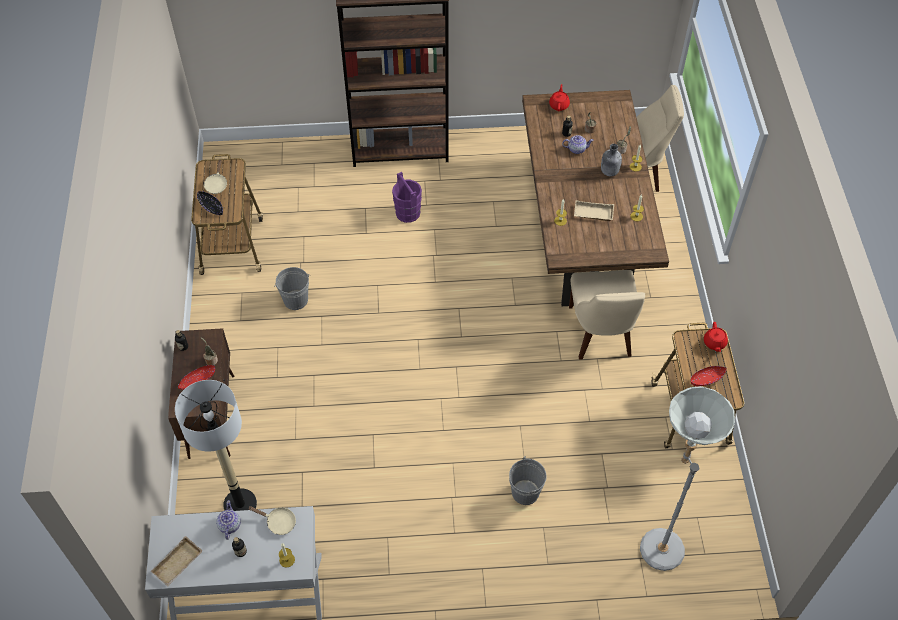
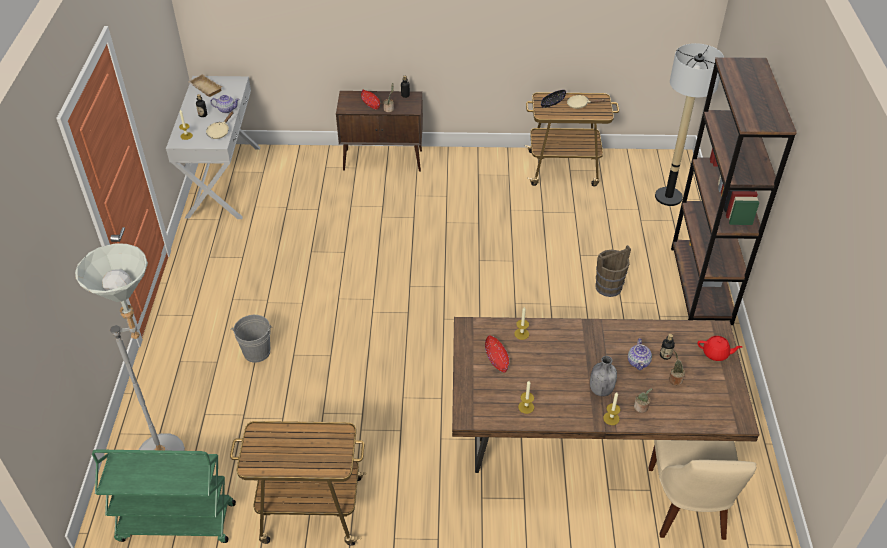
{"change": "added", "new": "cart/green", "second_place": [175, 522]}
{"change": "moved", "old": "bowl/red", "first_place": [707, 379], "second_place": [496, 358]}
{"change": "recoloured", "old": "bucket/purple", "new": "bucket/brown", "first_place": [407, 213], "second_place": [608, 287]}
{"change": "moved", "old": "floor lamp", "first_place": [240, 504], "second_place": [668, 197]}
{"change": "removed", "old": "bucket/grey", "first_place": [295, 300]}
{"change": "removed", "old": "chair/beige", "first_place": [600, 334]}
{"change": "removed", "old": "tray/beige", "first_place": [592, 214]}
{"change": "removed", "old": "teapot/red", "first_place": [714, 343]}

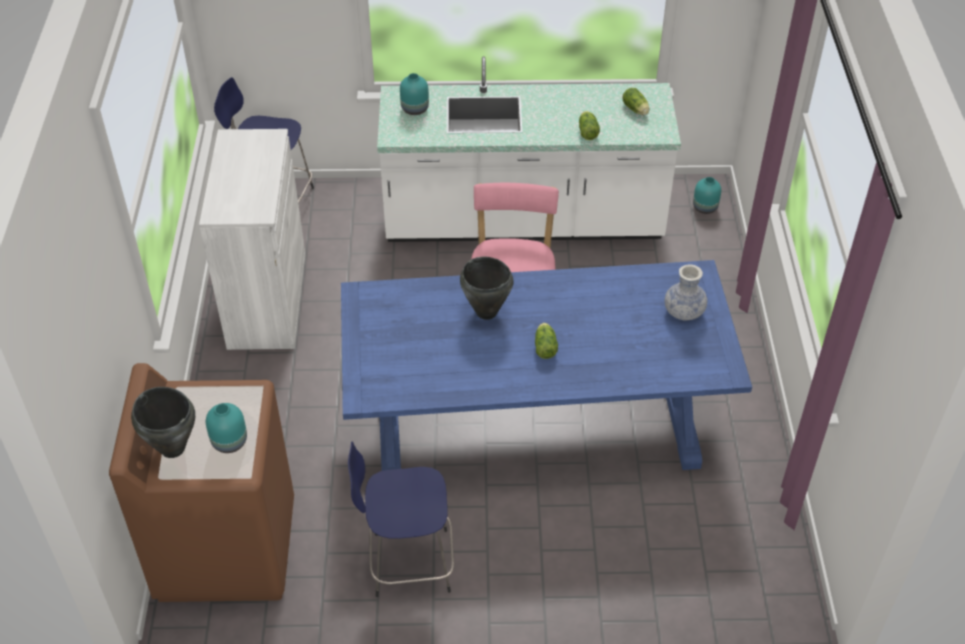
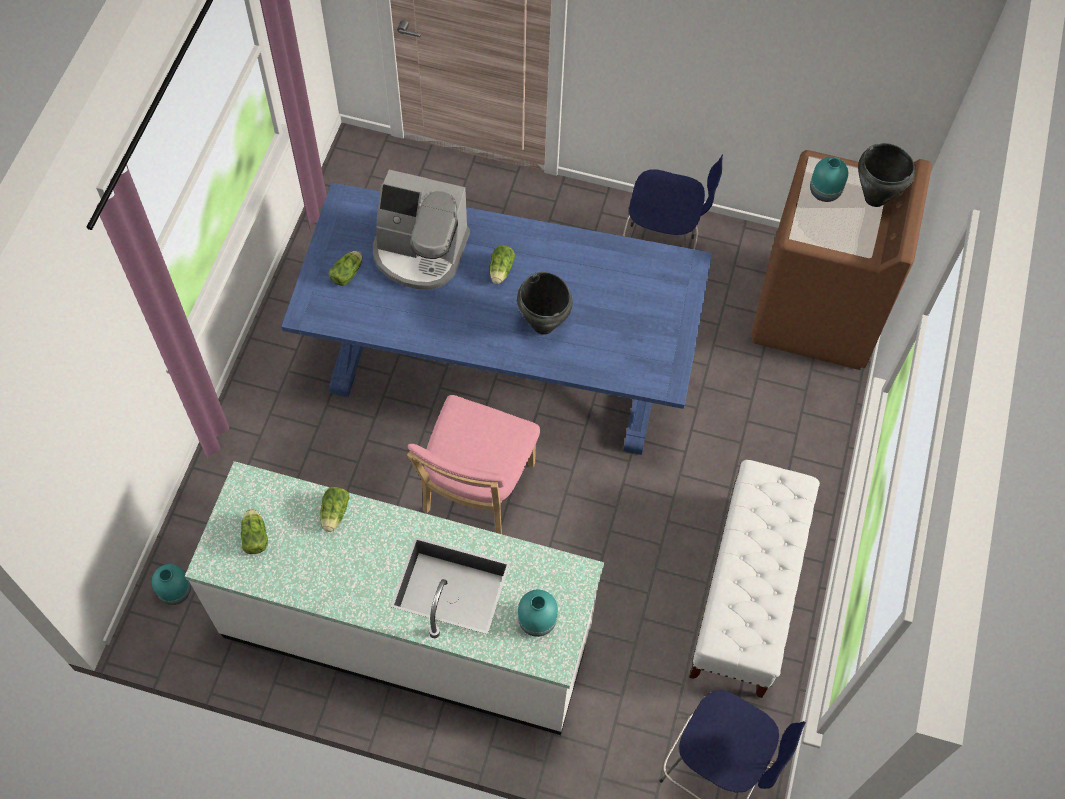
{"change": "replaced", "old": "vase", "new": "lettuce", "first_place": [684, 312], "second_place": [348, 272]}
{"change": "added", "new": "coffee machine", "second_place": [420, 252]}
{"change": "replaced", "old": "cabinet/white", "new": "bench/white", "first_place": [267, 300], "second_place": [746, 595]}

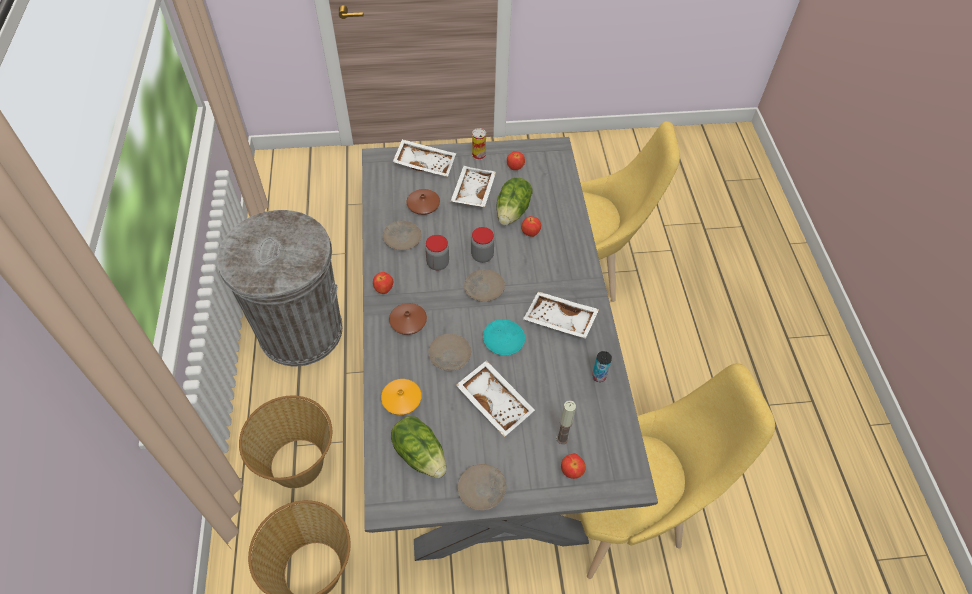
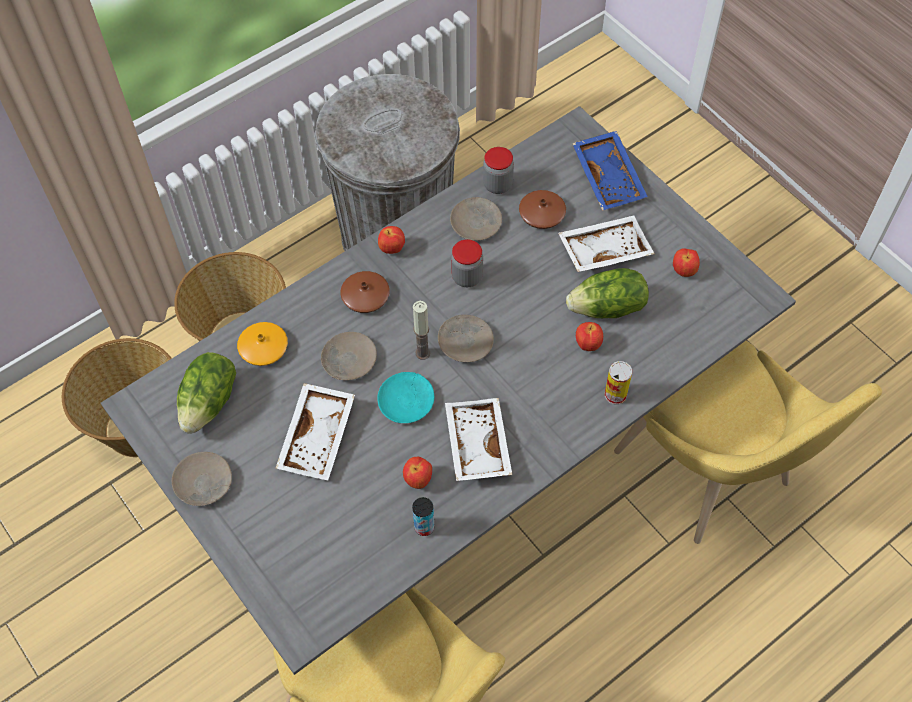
{"change": "moved", "old": "apple", "first_place": [571, 471], "second_place": [418, 480]}
{"change": "moved", "old": "candle", "first_place": [562, 438], "second_place": [422, 353]}
{"change": "moved", "old": "jar", "first_place": [482, 256], "second_place": [497, 185]}
{"change": "recoloured", "old": "tray/white", "new": "tray/blue", "first_place": [425, 163], "second_place": [609, 177]}
{"change": "moved", "old": "can", "first_place": [478, 155], "second_place": [615, 395]}

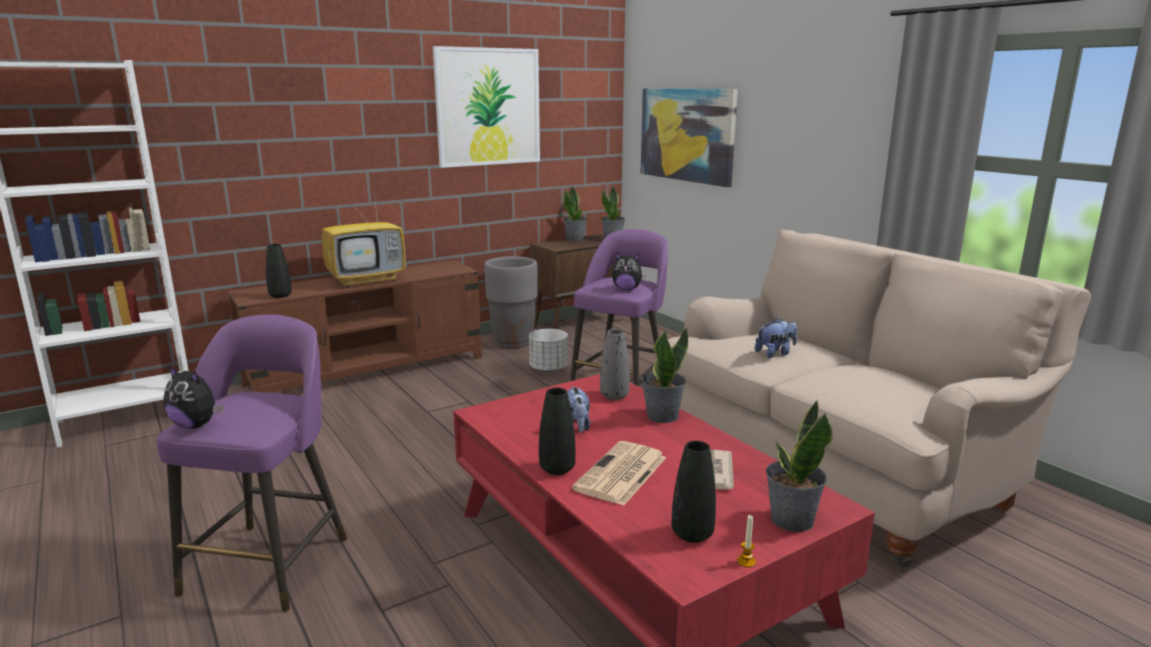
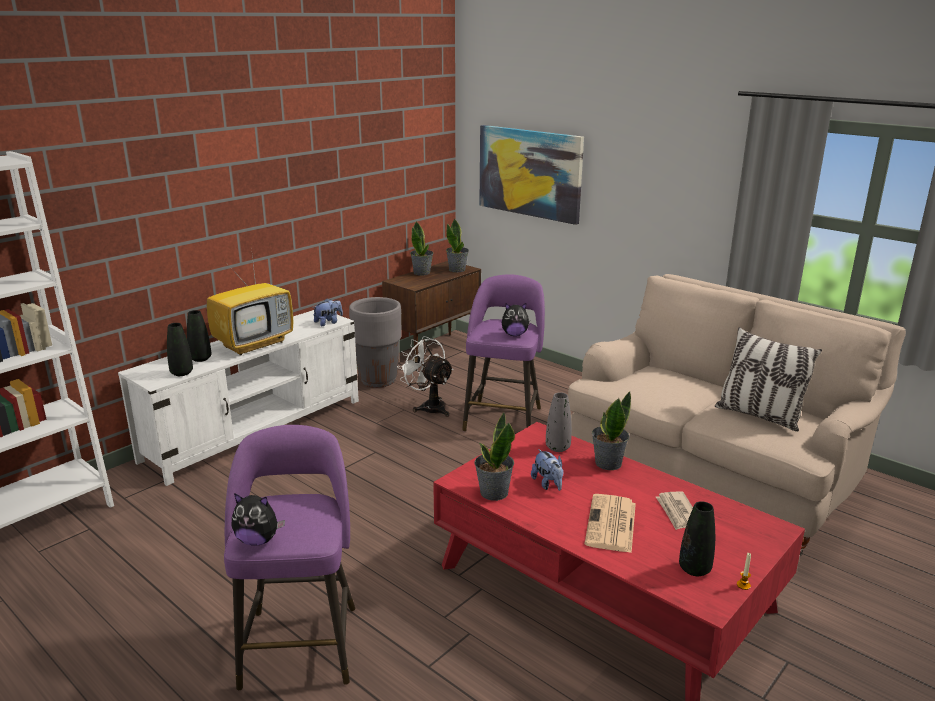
{"change": "recoloured", "old": "tv stand/brown", "new": "tv stand/white", "first_place": [368, 371], "second_place": [256, 429]}
{"change": "moved", "old": "vase/black", "first_place": [557, 469], "second_place": [200, 359]}
{"change": "moved", "old": "plush toy", "first_place": [775, 353], "second_place": [328, 322]}
{"change": "replaced", "old": "planter/white", "new": "fan/white", "first_place": [548, 369], "second_place": [429, 407]}
{"change": "moved", "old": "potted plant", "first_place": [791, 520], "second_place": [493, 492]}
{"change": "added", "new": "pillow", "second_place": [759, 416]}
{"change": "removed", "old": "picture", "first_place": [488, 107]}

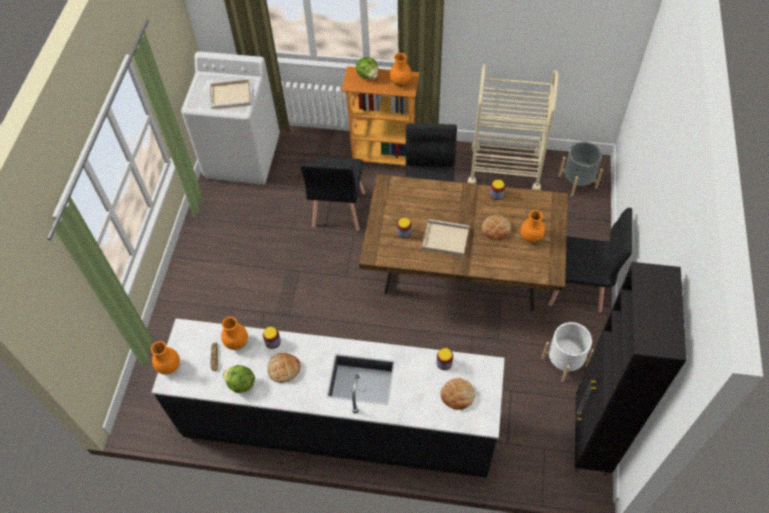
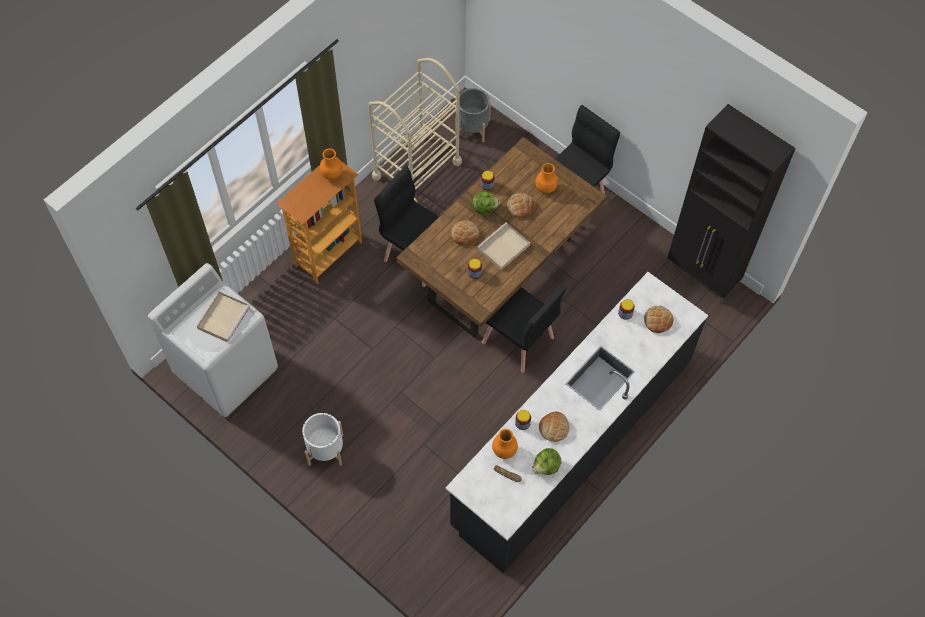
{"change": "moved", "old": "planter/white", "first_place": [564, 361], "second_place": [325, 449]}
{"change": "added", "new": "bread", "second_place": [464, 234]}
{"change": "moved", "old": "lettuce", "first_place": [368, 75], "second_place": [484, 208]}
{"change": "moved", "old": "chair/black", "first_place": [338, 209], "second_place": [518, 341]}
{"change": "removed", "old": "vase/orange", "first_place": [169, 366]}

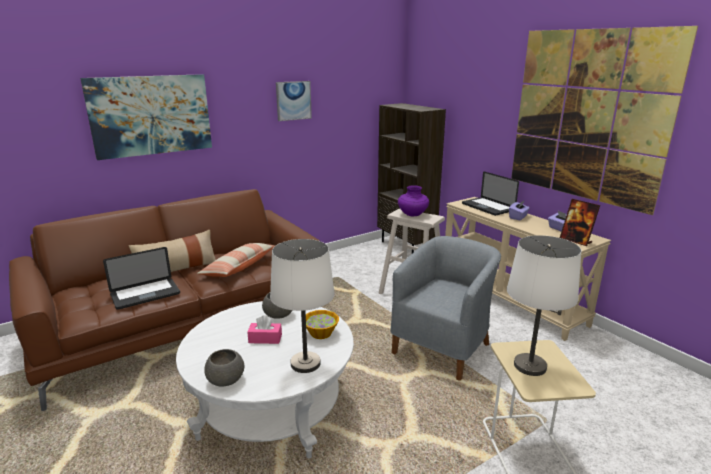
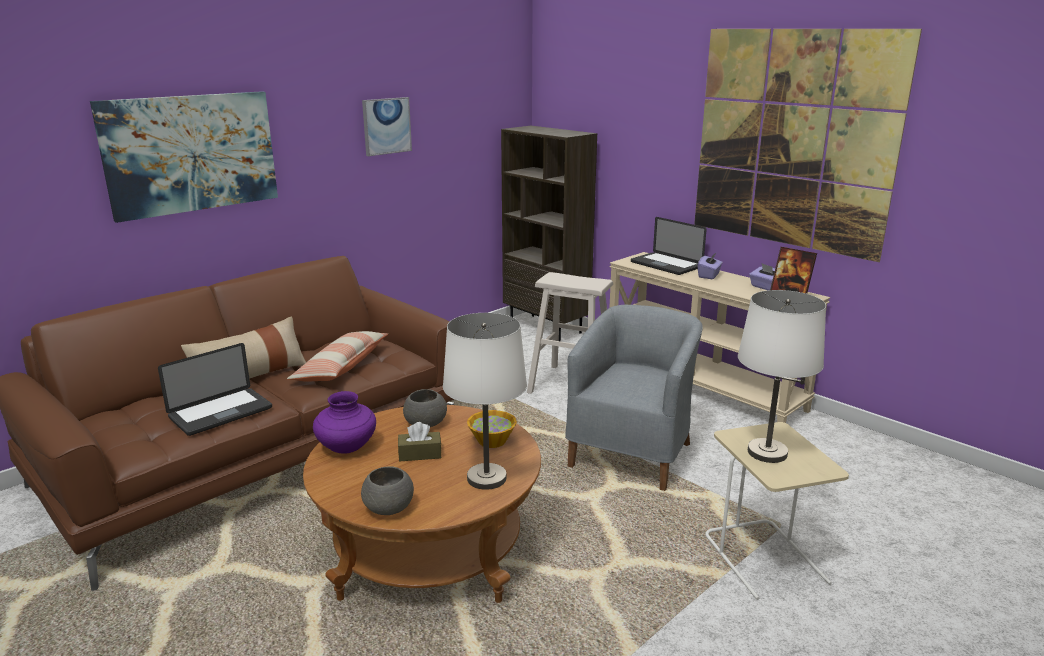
{"change": "recoloured", "old": "coffee table/white", "new": "coffee table/brown", "first_place": [272, 408], "second_place": [429, 549]}
{"change": "moved", "old": "vase/purple", "first_place": [412, 214], "second_place": [347, 447]}
{"change": "recoloured", "old": "tissue box/pink", "new": "tissue box/brown", "first_place": [265, 339], "second_place": [420, 454]}

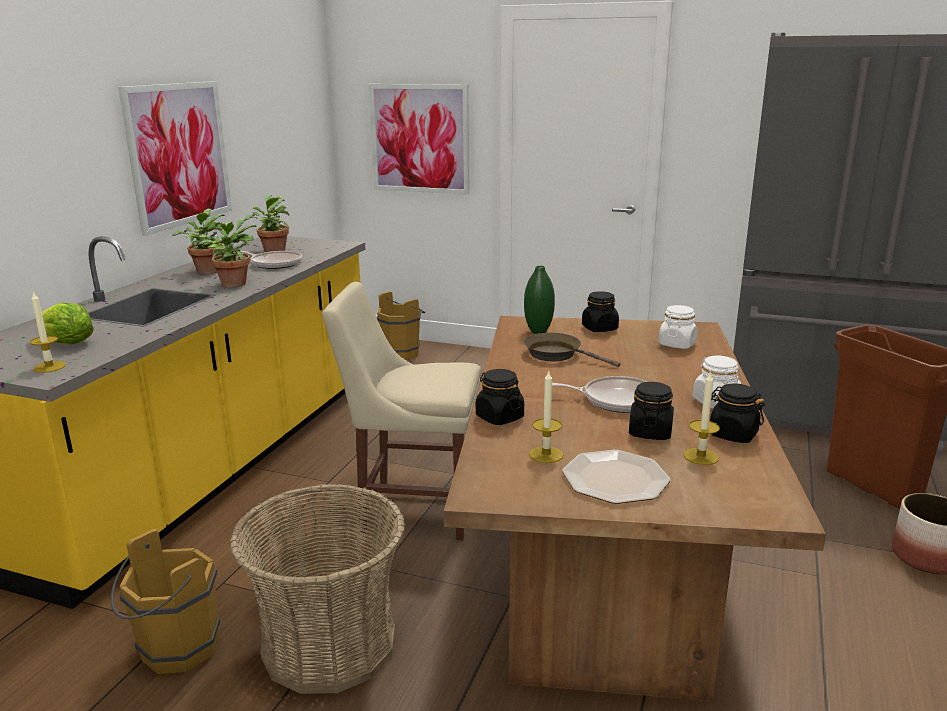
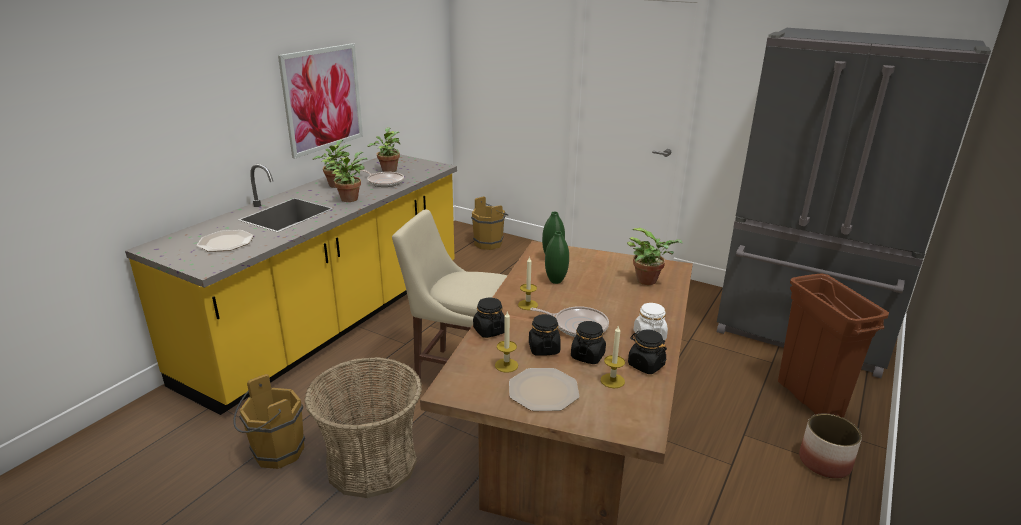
{"change": "replaced", "old": "lettuce", "new": "plate", "first_place": [67, 343], "second_place": [225, 242]}
{"change": "moved", "old": "candle", "first_place": [49, 367], "second_place": [528, 305]}
{"change": "moved", "old": "jar/black", "first_place": [599, 328], "second_place": [544, 349]}
{"change": "replaced", "old": "frying pan/brown", "new": "vase/green", "first_place": [557, 354], "second_place": [555, 281]}
{"change": "replaced", "old": "jar/white", "new": "potted plant", "first_place": [677, 344], "second_place": [649, 281]}
{"change": "removed", "old": "picture", "first_place": [419, 139]}

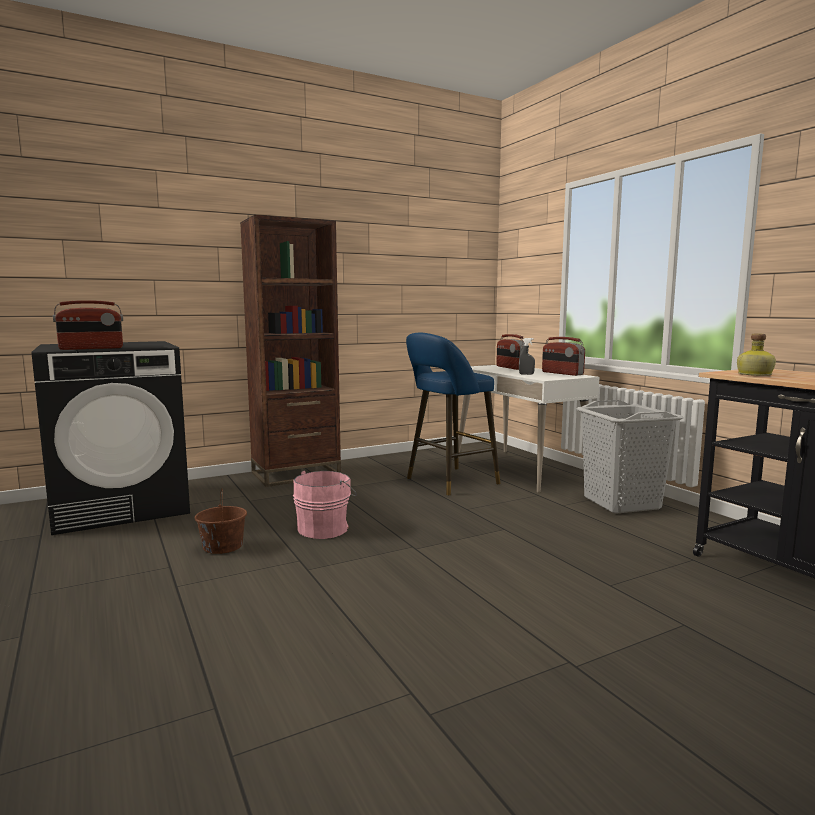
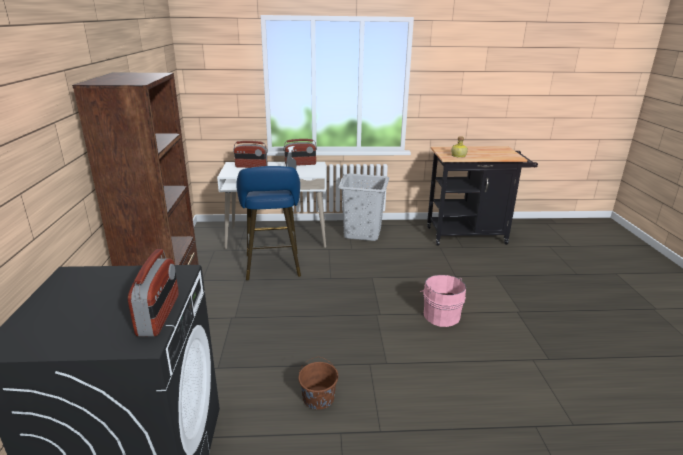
{"change": "moved", "old": "bucket/pink", "first_place": [325, 528], "second_place": [440, 315]}

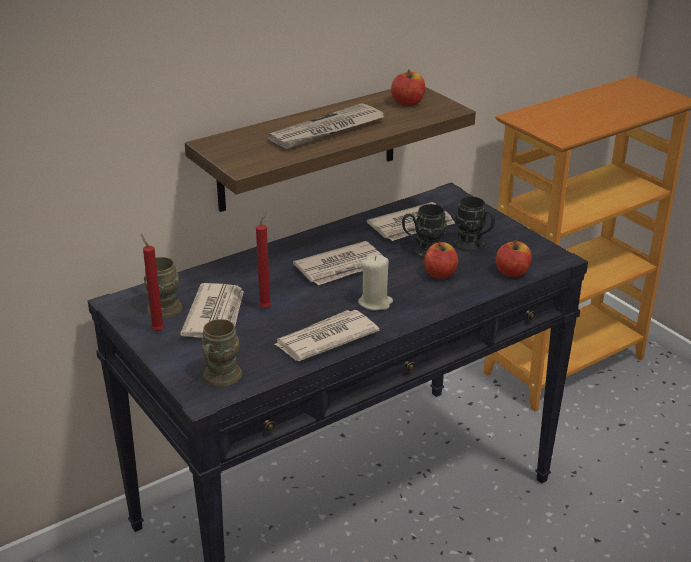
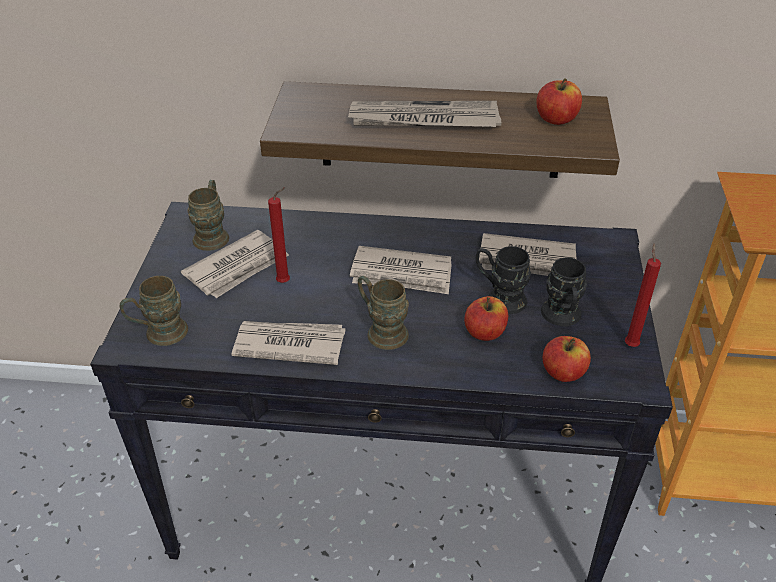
{"change": "replaced", "old": "candle/beige", "new": "mug/brown", "first_place": [375, 303], "second_place": [381, 331]}
{"change": "moved", "old": "candle/red", "first_place": [157, 330], "second_place": [630, 344]}

